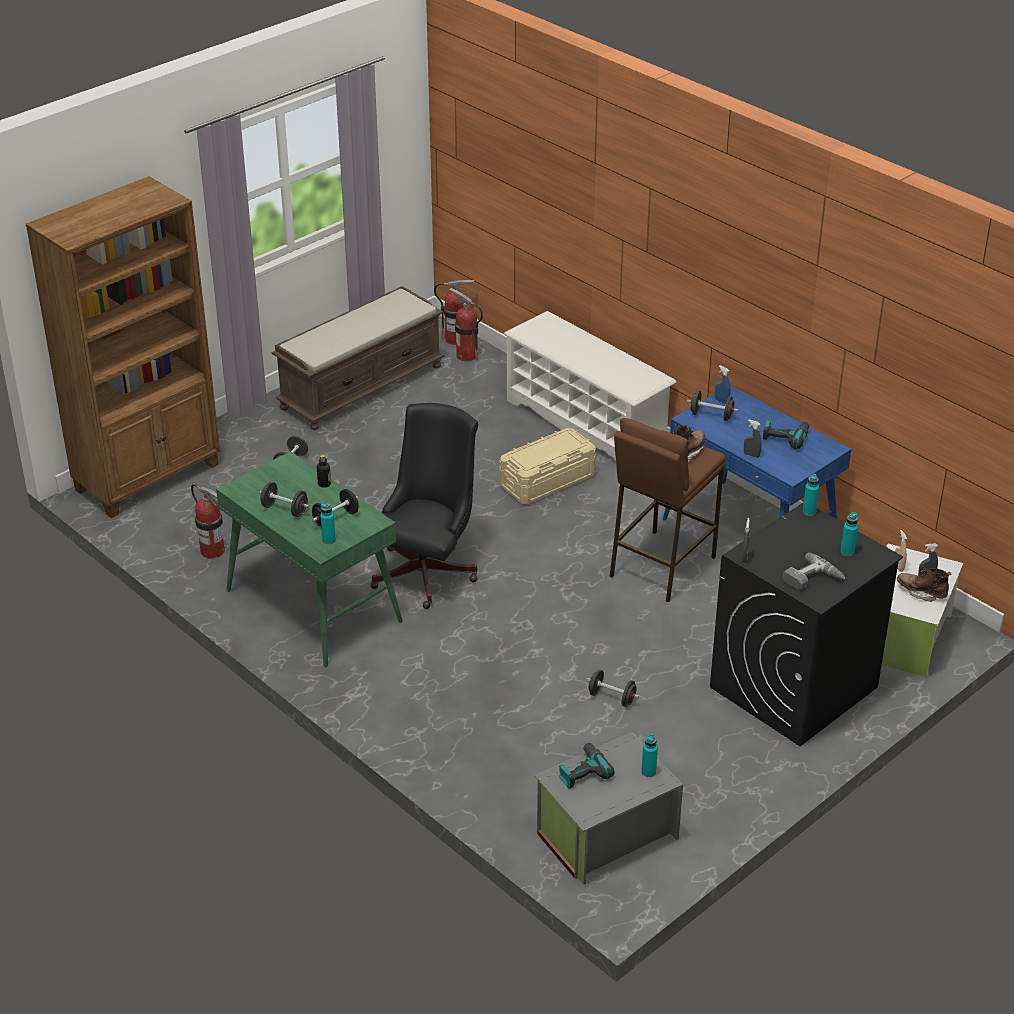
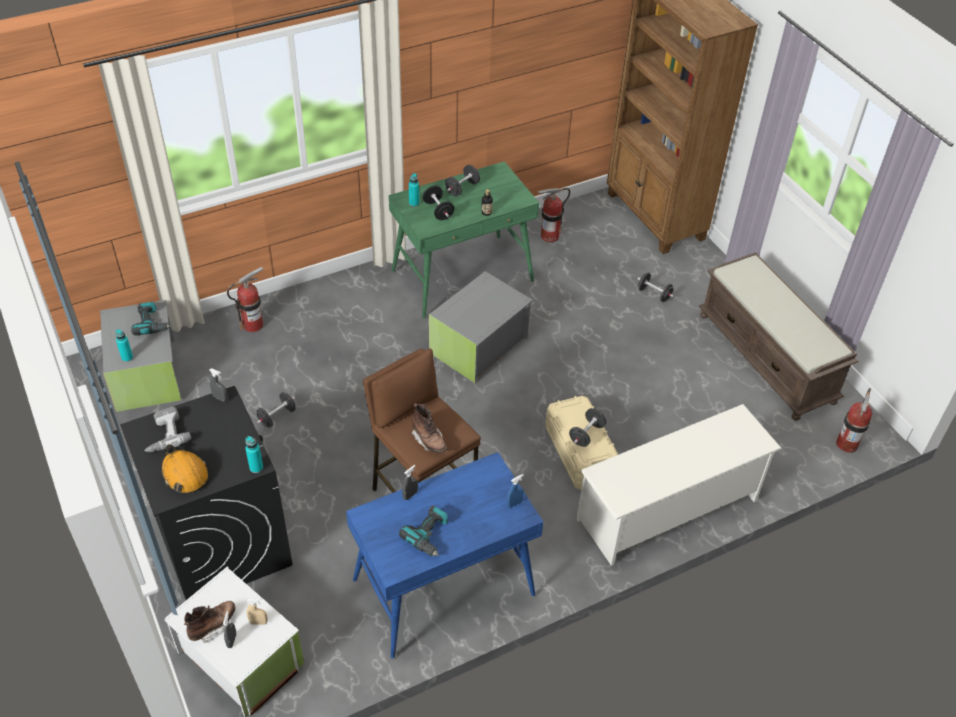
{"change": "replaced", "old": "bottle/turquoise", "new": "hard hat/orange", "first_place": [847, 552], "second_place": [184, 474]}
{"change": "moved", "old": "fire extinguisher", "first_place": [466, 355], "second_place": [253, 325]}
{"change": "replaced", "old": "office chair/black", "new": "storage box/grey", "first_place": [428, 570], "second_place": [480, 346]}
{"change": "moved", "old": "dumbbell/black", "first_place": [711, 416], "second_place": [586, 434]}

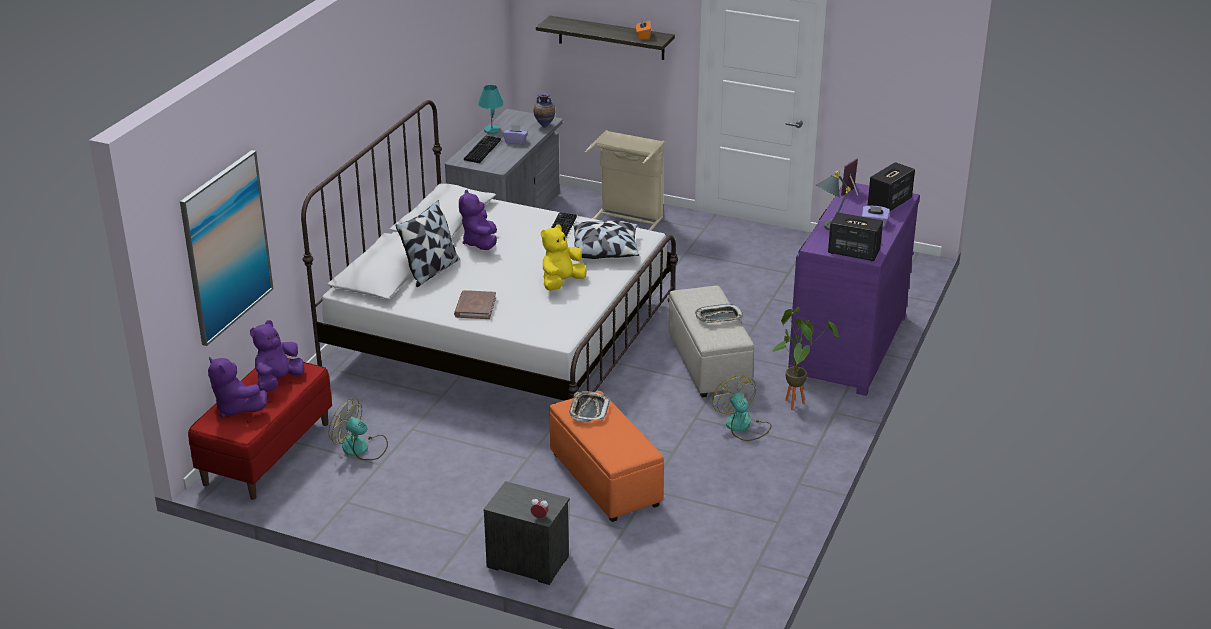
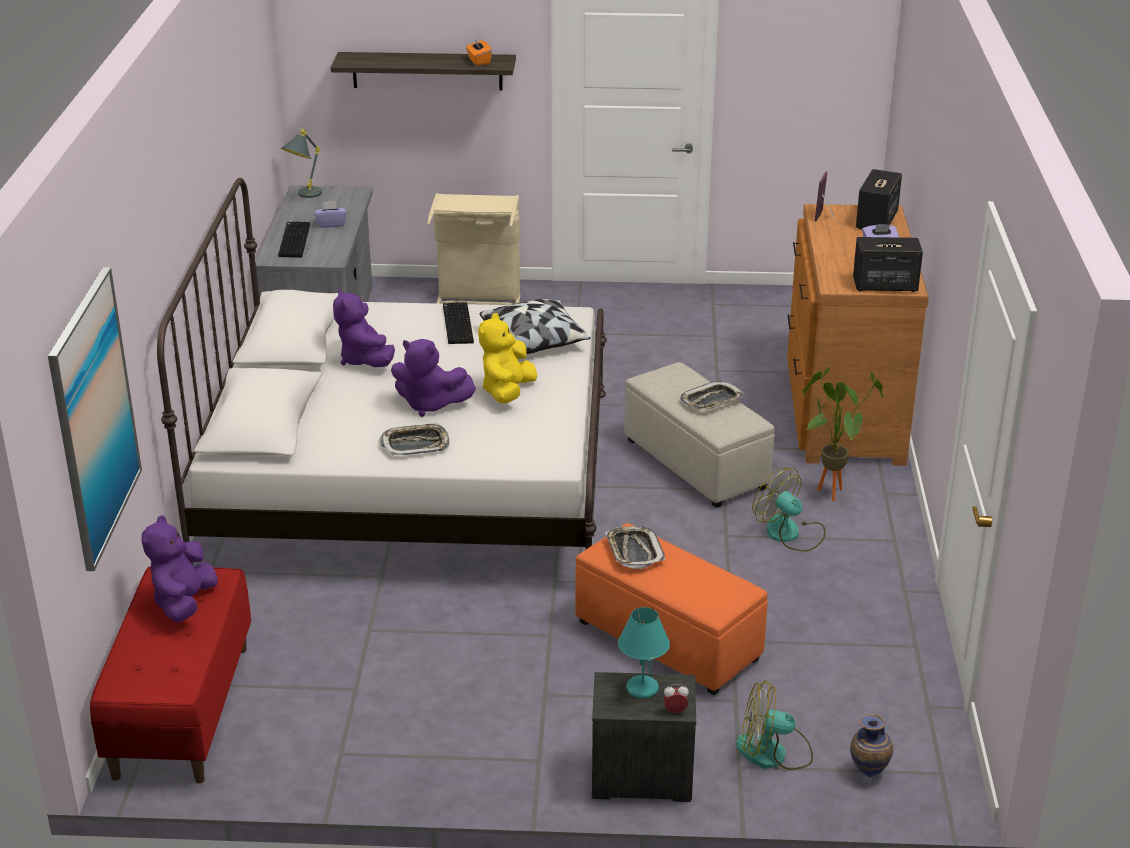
{"change": "moved", "old": "table lamp/grey", "first_place": [828, 228], "second_place": [303, 196]}
{"change": "replaced", "old": "book/brown", "new": "tray", "first_place": [475, 307], "second_place": [415, 444]}
{"change": "moved", "old": "plush toy/purple", "first_place": [236, 408], "second_place": [430, 404]}
{"change": "moved", "old": "table lamp/turquoise", "first_place": [491, 130], "second_place": [641, 688]}
{"change": "moved", "old": "fan", "first_place": [361, 448], "second_place": [773, 753]}
{"change": "recoloured", "old": "dresser/purple", "new": "dresser/brown", "first_place": [846, 347], "second_place": [842, 412]}
{"change": "moved", "old": "vase", "first_place": [545, 126], "second_place": [868, 773]}
{"change": "removed", "old": "pillow", "first_place": [431, 271]}

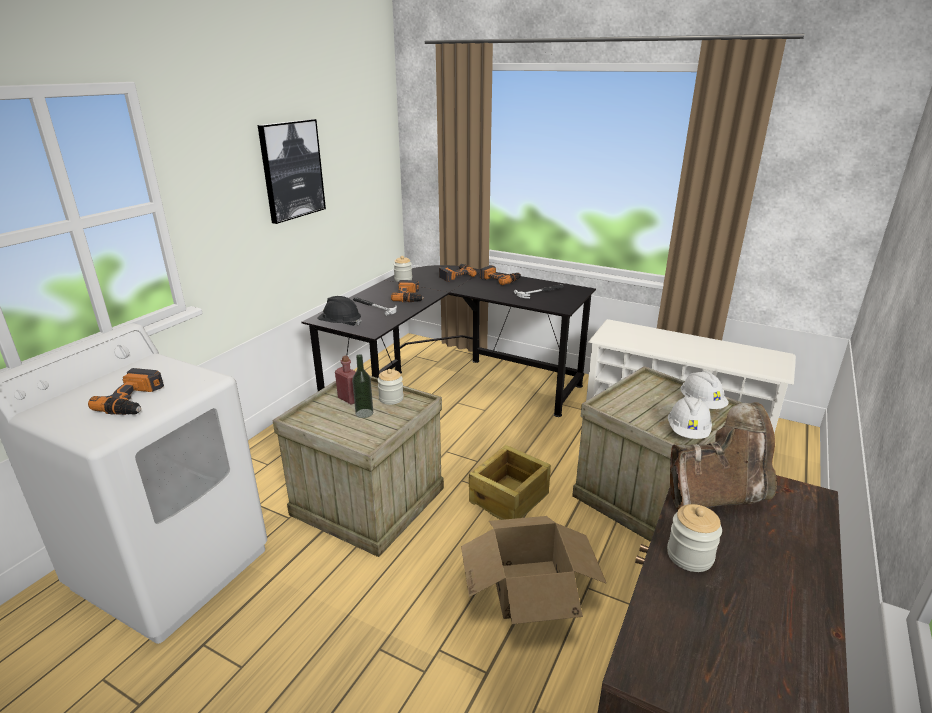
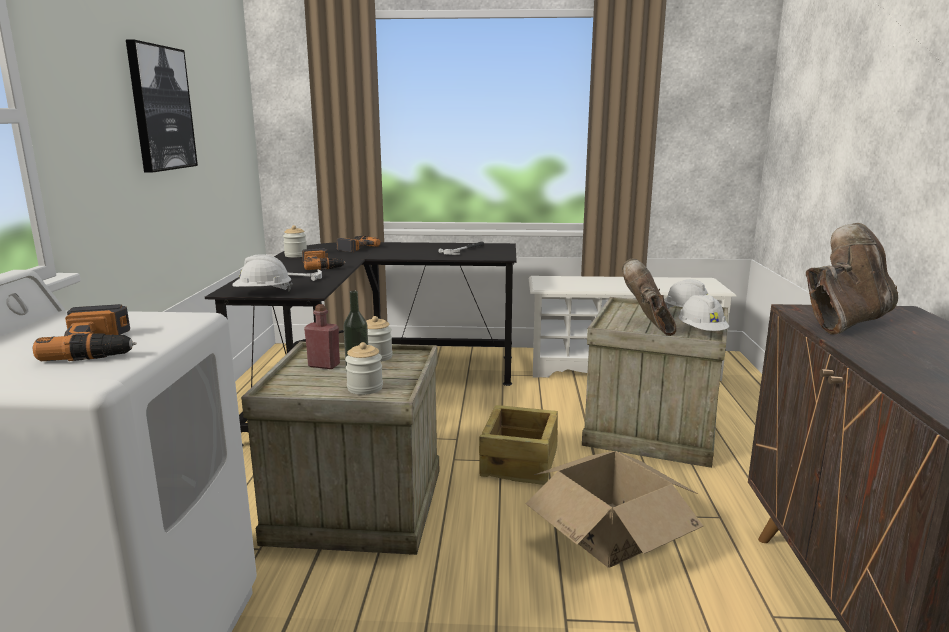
{"change": "recoloured", "old": "hard hat/black", "new": "hard hat/white", "first_place": [340, 324], "second_place": [263, 293]}
{"change": "moved", "old": "jar", "first_place": [690, 556], "second_place": [365, 388]}
{"change": "added", "new": "boot/brown", "second_place": [649, 325]}
{"change": "removed", "old": "power drill", "first_place": [500, 279]}

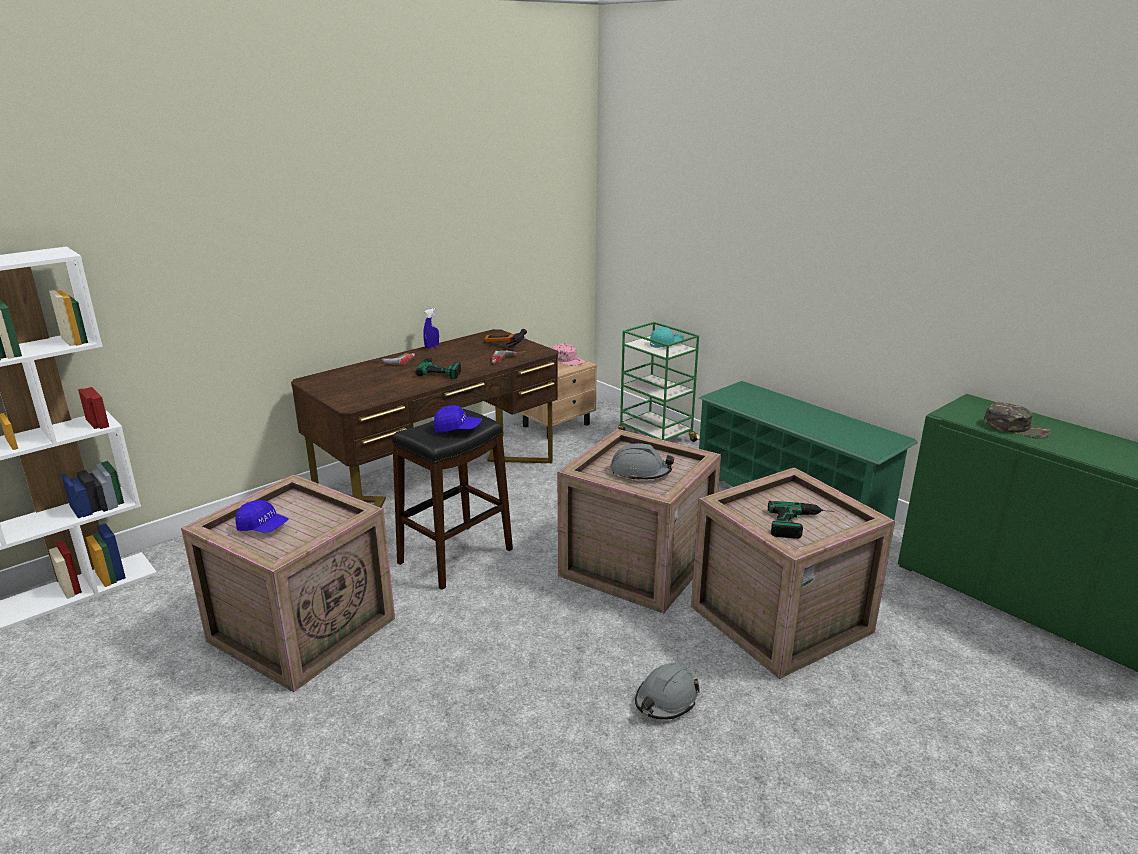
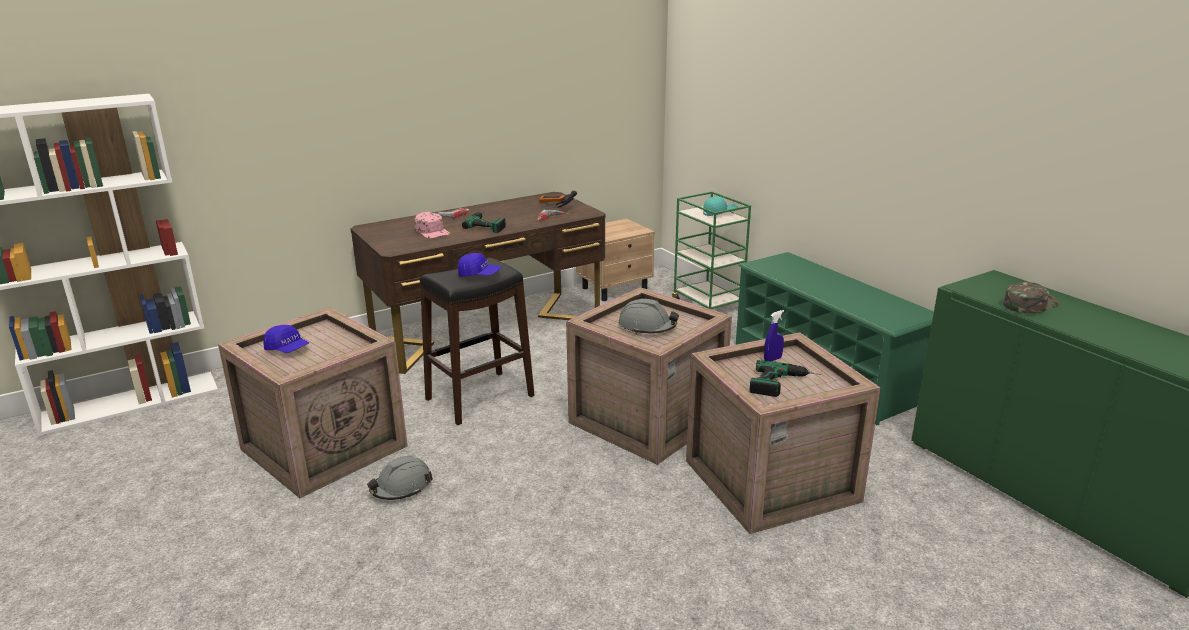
{"change": "moved", "old": "hard hat/grey", "first_place": [666, 700], "second_place": [401, 487]}
{"change": "moved", "old": "cap/pink", "first_place": [568, 360], "second_place": [432, 231]}
{"change": "moved", "old": "spray bottle/blue", "first_place": [432, 347], "second_place": [772, 359]}
{"change": "turned", "old": "cap/green", "first_place": [1016, 428], "second_place": [1029, 304], "degrees": -75}

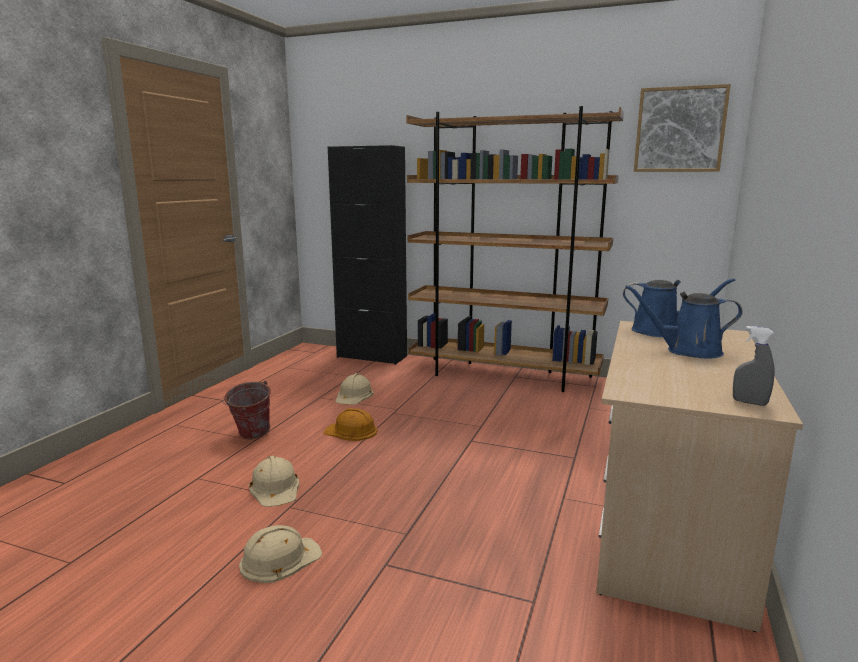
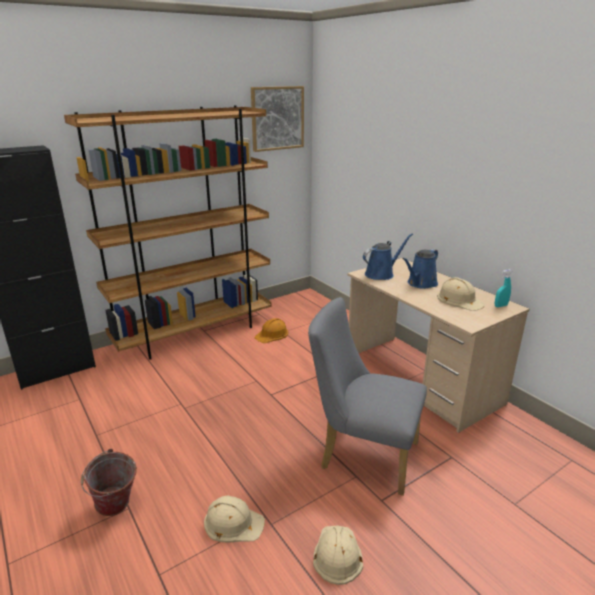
{"change": "moved", "old": "hard hat/orange", "first_place": [351, 431], "second_place": [272, 334]}
{"change": "added", "new": "chair/grey", "second_place": [362, 454]}
{"change": "moved", "old": "hard hat/beige", "first_place": [354, 395], "second_place": [459, 300]}
{"change": "recoloured", "old": "spray bottle/grey", "new": "spray bottle/turquoise", "first_place": [749, 402], "second_place": [500, 306]}

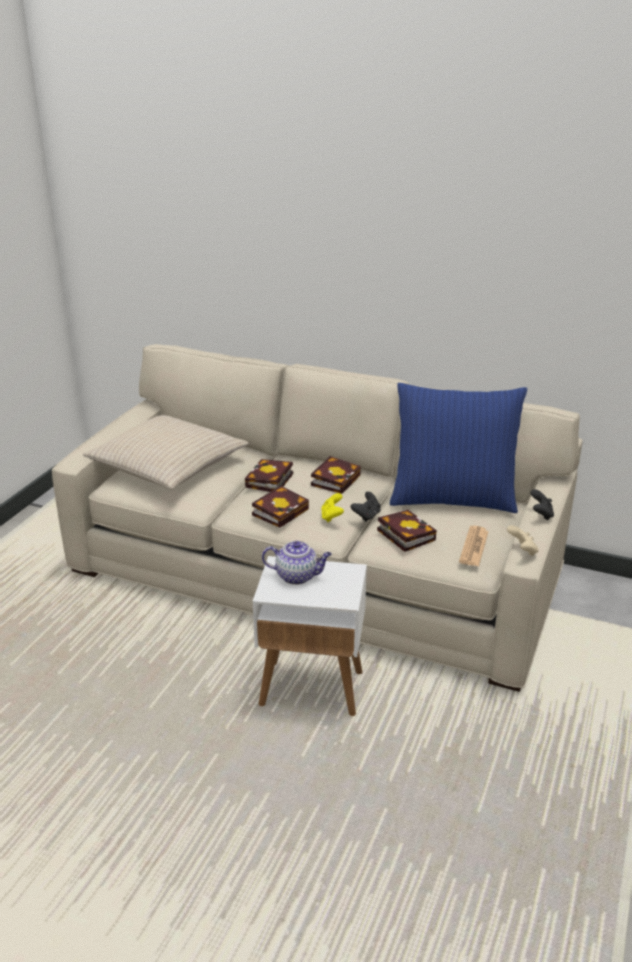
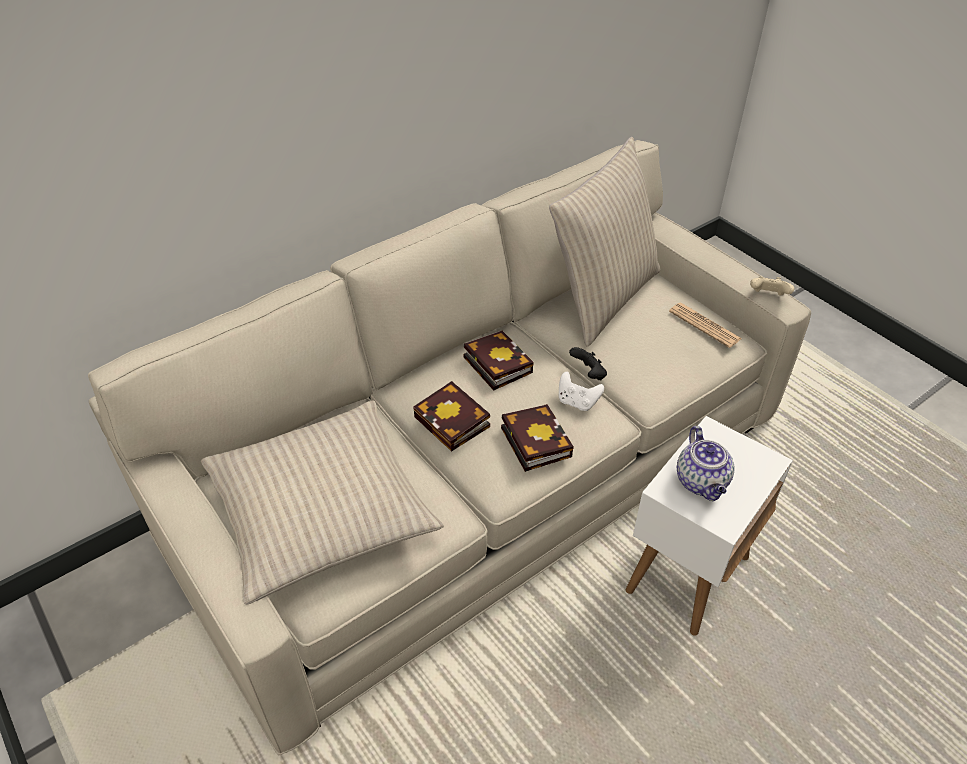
{"change": "recoloured", "old": "pillow/blue", "new": "pillow/beige", "first_place": [452, 498], "second_place": [602, 297]}
{"change": "recoloured", "old": "game controller/yellow", "new": "game controller/white", "first_place": [332, 517], "second_place": [577, 402]}
{"change": "turned", "old": "teapot", "first_place": [297, 576], "second_place": [702, 482], "degrees": 135}
{"change": "removed", "old": "book", "first_place": [403, 534]}
{"change": "removed", "old": "game controller/black", "first_place": [541, 514]}

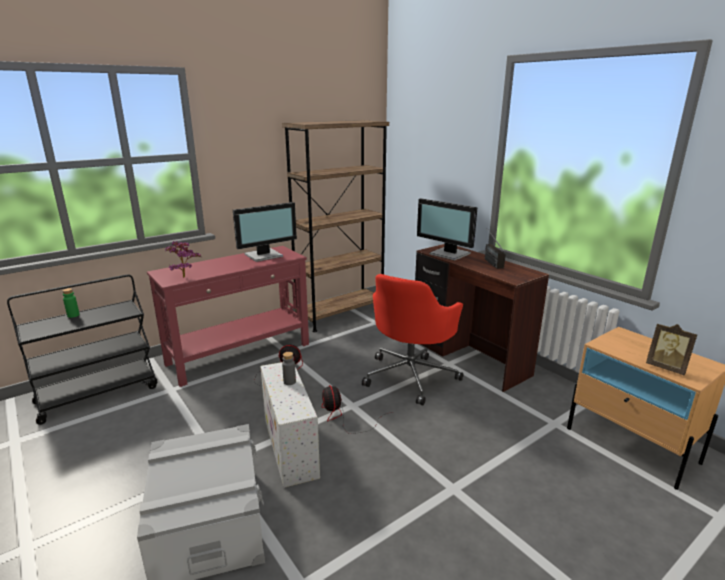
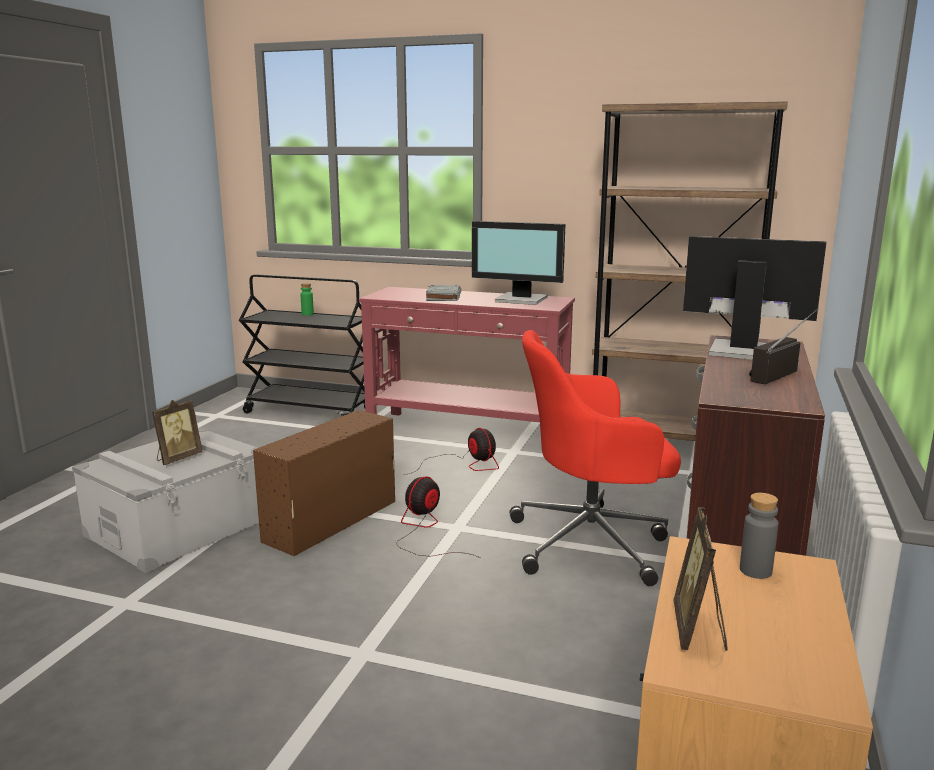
{"change": "added", "new": "picture frame", "second_place": [177, 458]}
{"change": "recoloured", "old": "storage box/white", "new": "storage box/brown", "first_place": [290, 448], "second_place": [329, 522]}
{"change": "added", "new": "book/grey", "second_place": [443, 297]}
{"change": "turned", "old": "monitor", "first_place": [449, 254], "second_place": [742, 350], "degrees": 105}
{"change": "moved", "old": "bottle/grey", "first_place": [289, 382], "second_place": [755, 571]}
{"change": "removed", "old": "potted plant", "first_place": [183, 276]}

